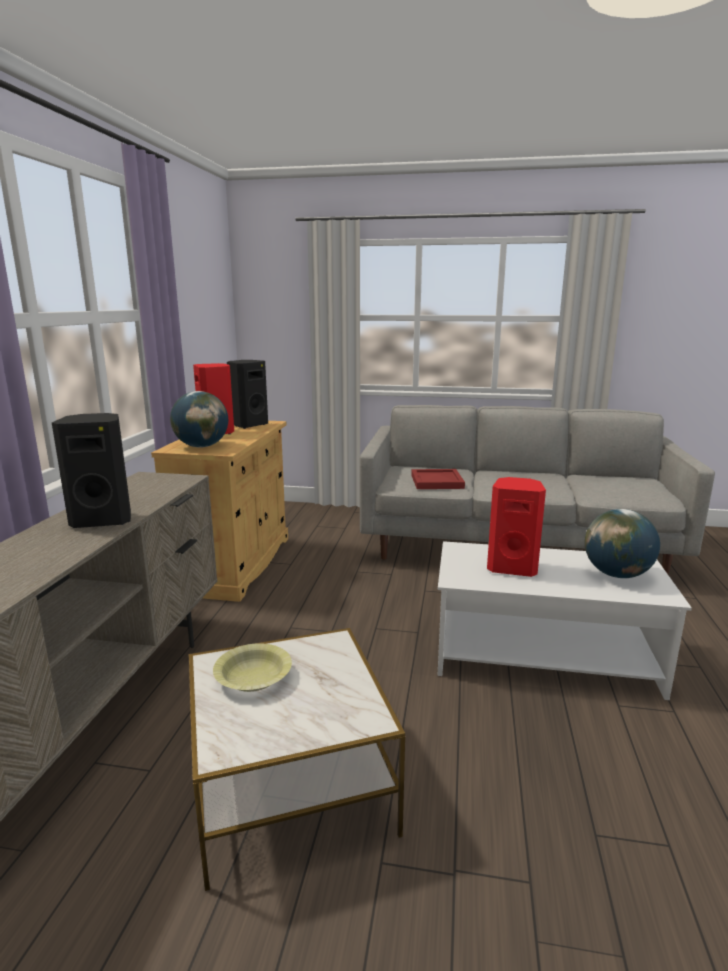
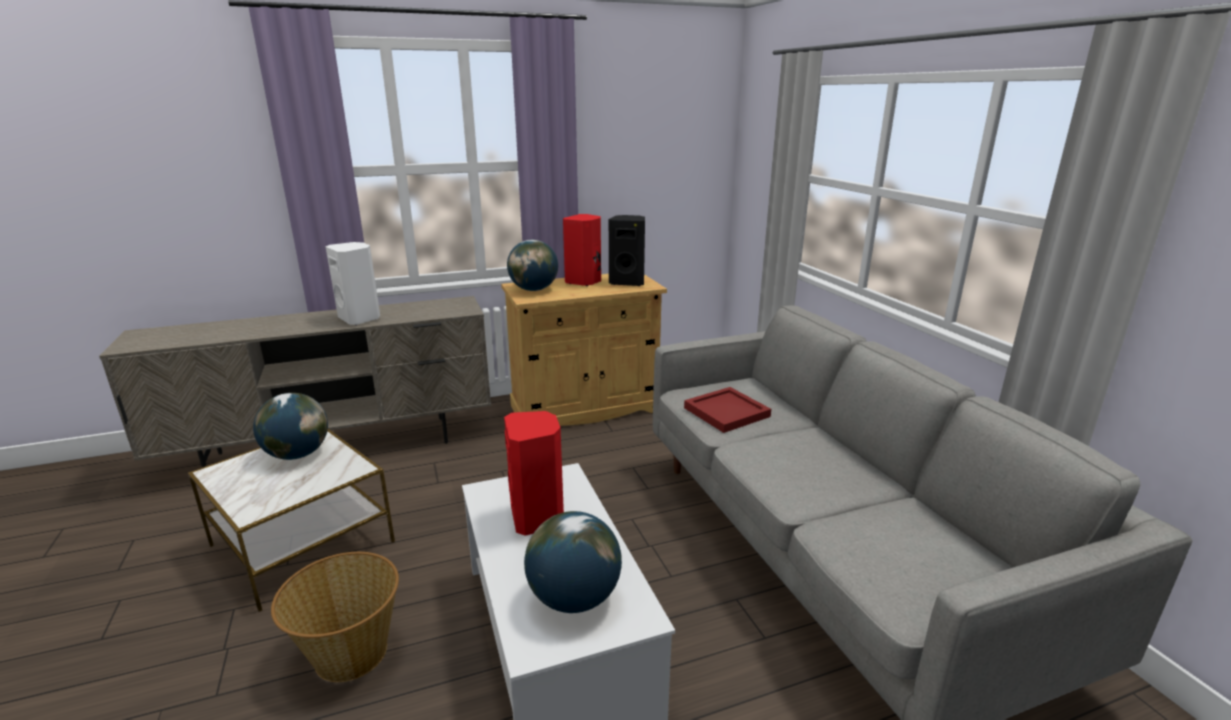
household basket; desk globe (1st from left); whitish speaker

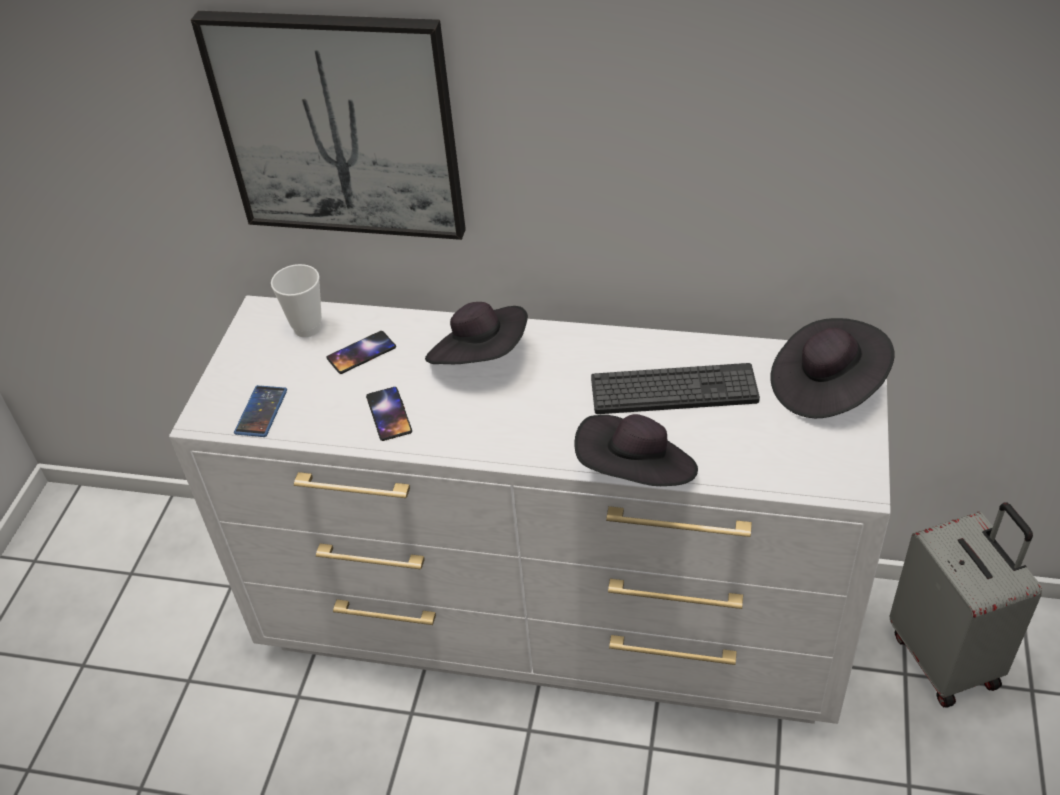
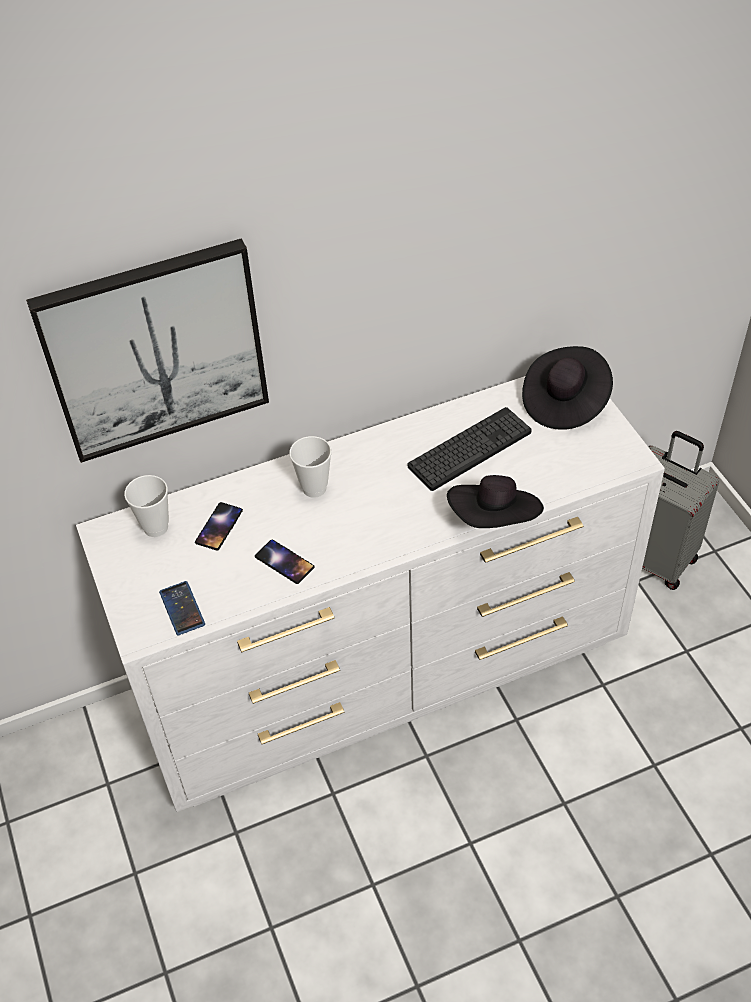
drinking cup (2nd from left)

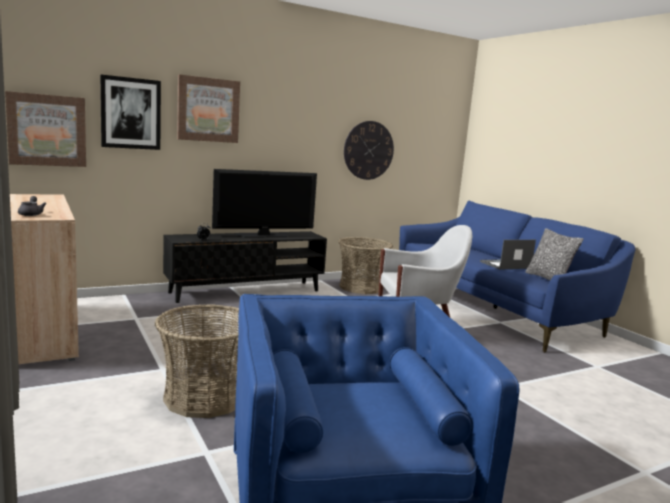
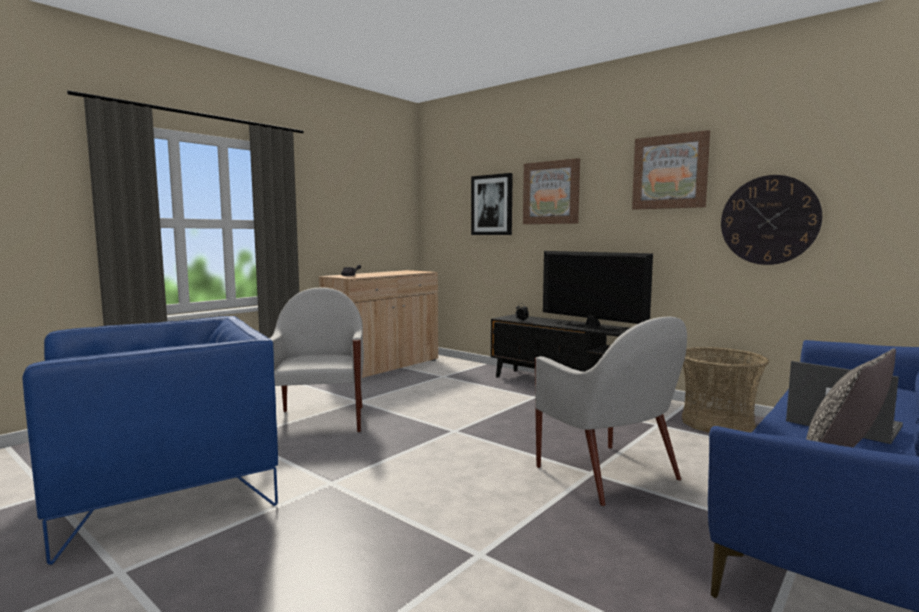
picture (3rd from left); whitish lounge chair (1st from left)

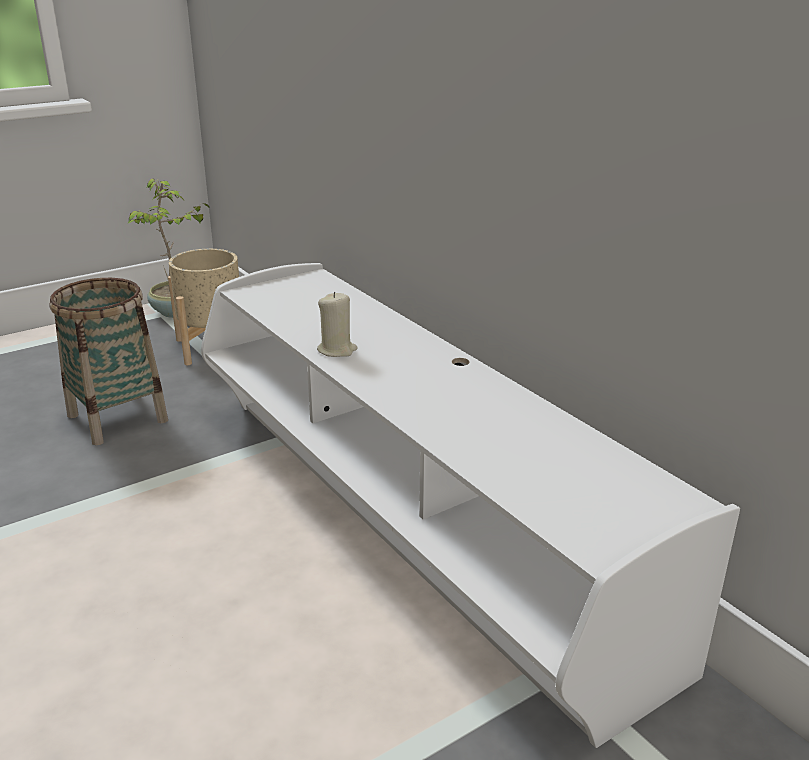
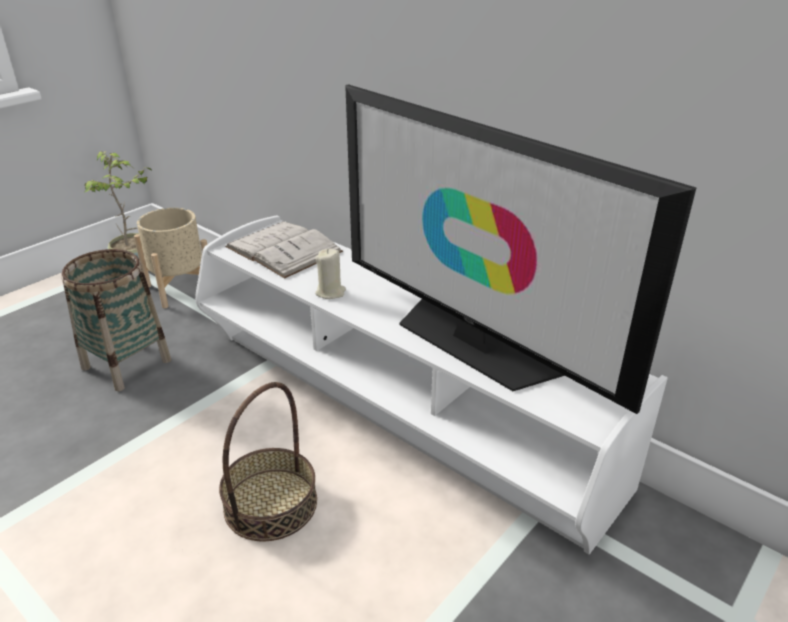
household basket (2nd from left); whitish book; television

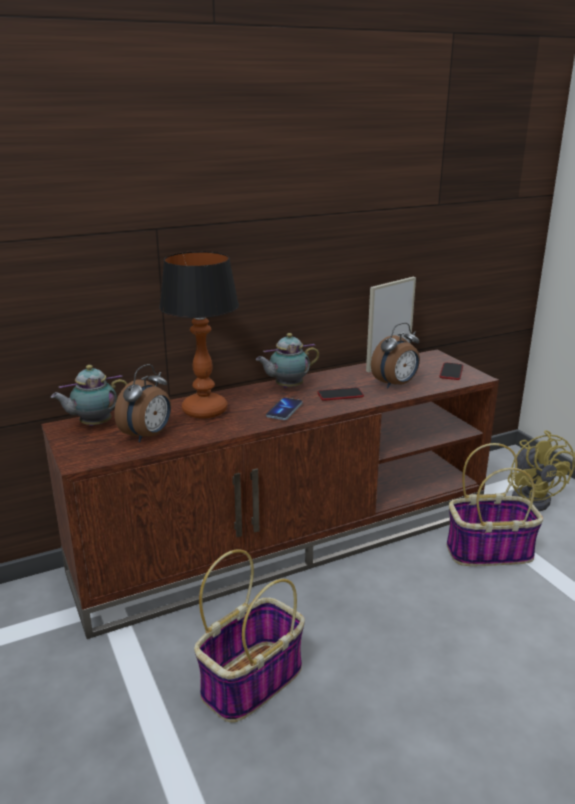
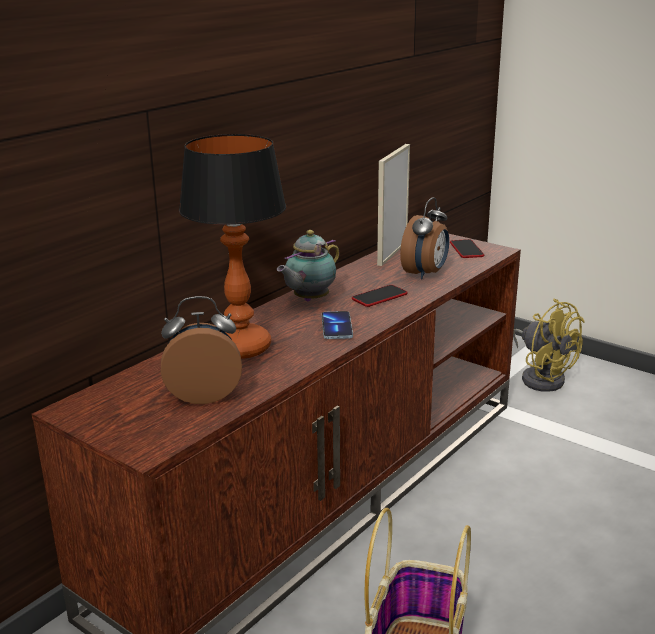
teapot (1st from left in the first image); household basket (2nd from left in the first image); table clock (1st from left)

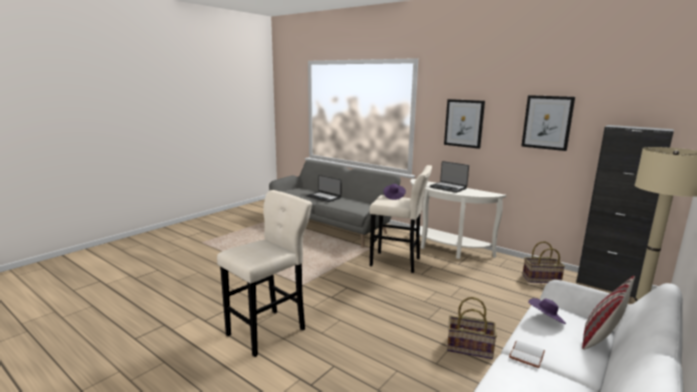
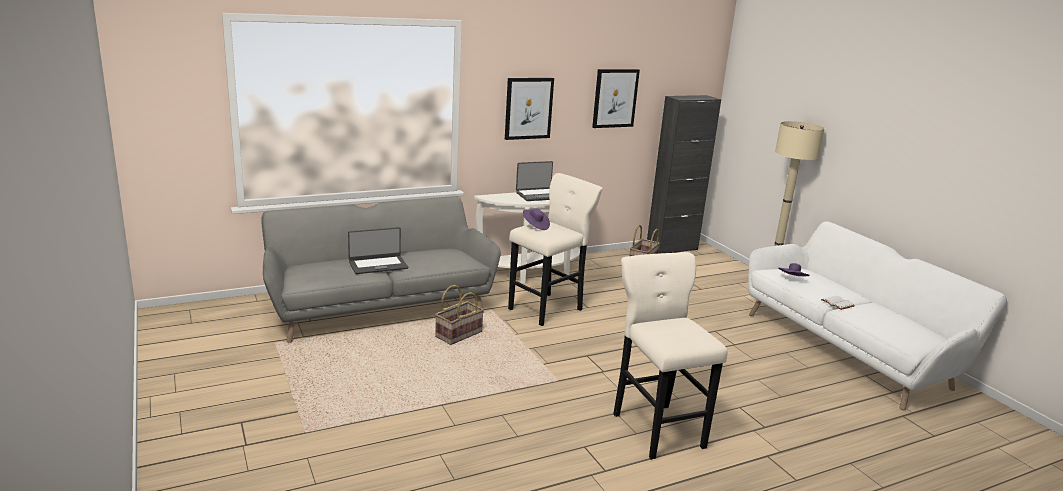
pillow; household basket (1st from left)

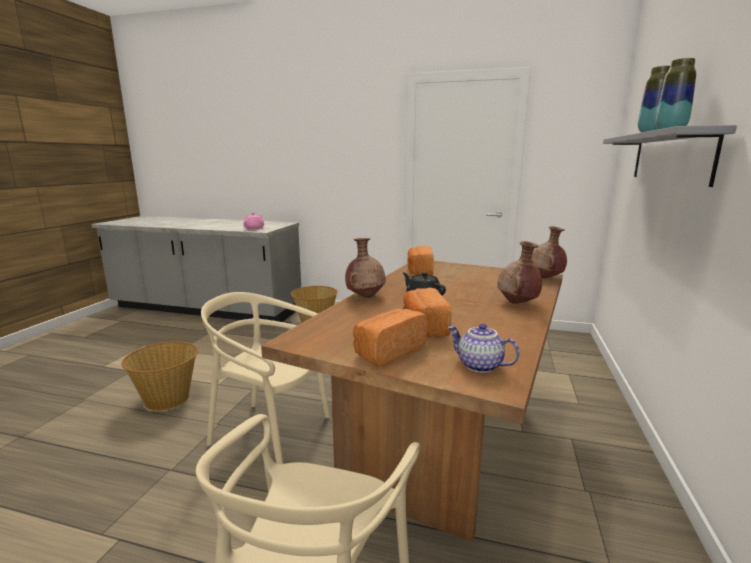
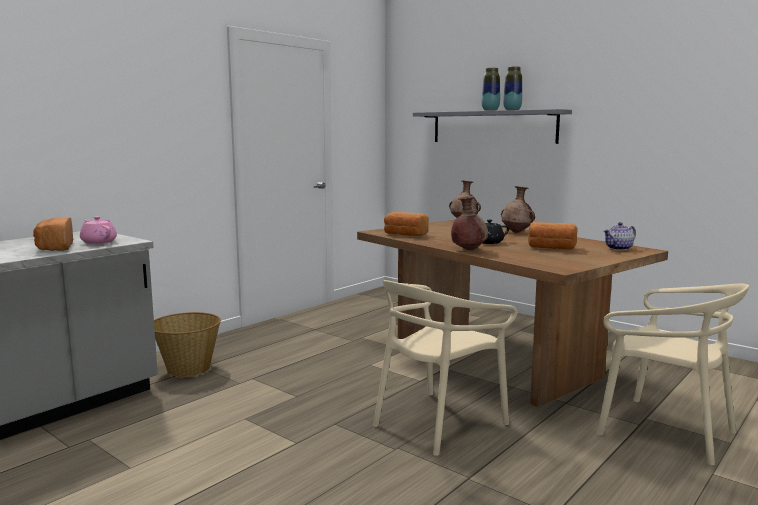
household basket (1st from left in the first image); bakery bread (1st from left)

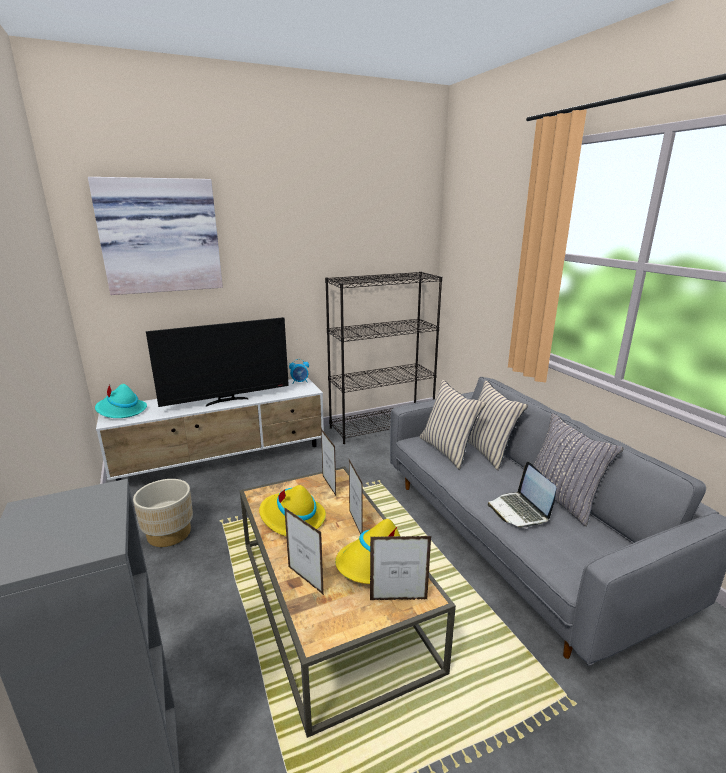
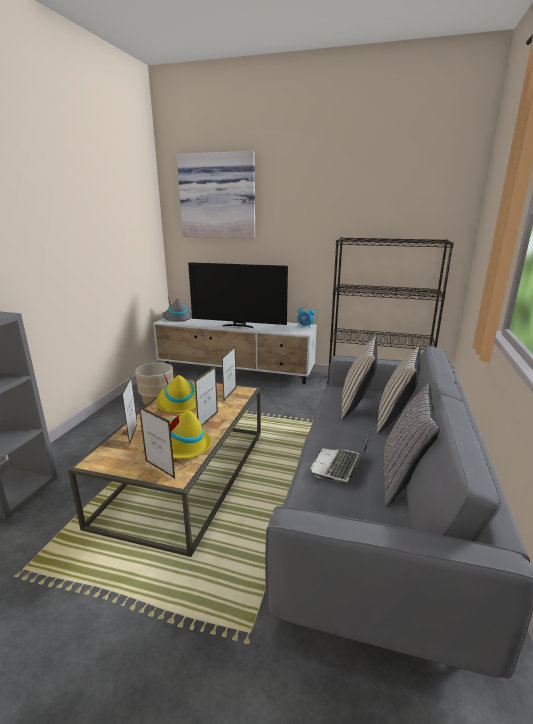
gray clothing hat

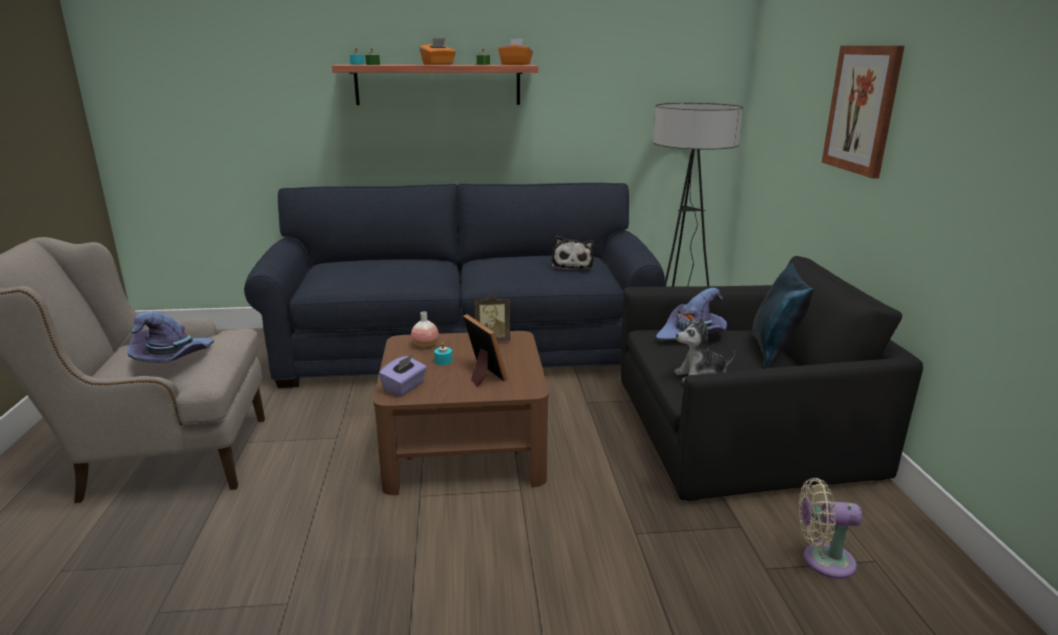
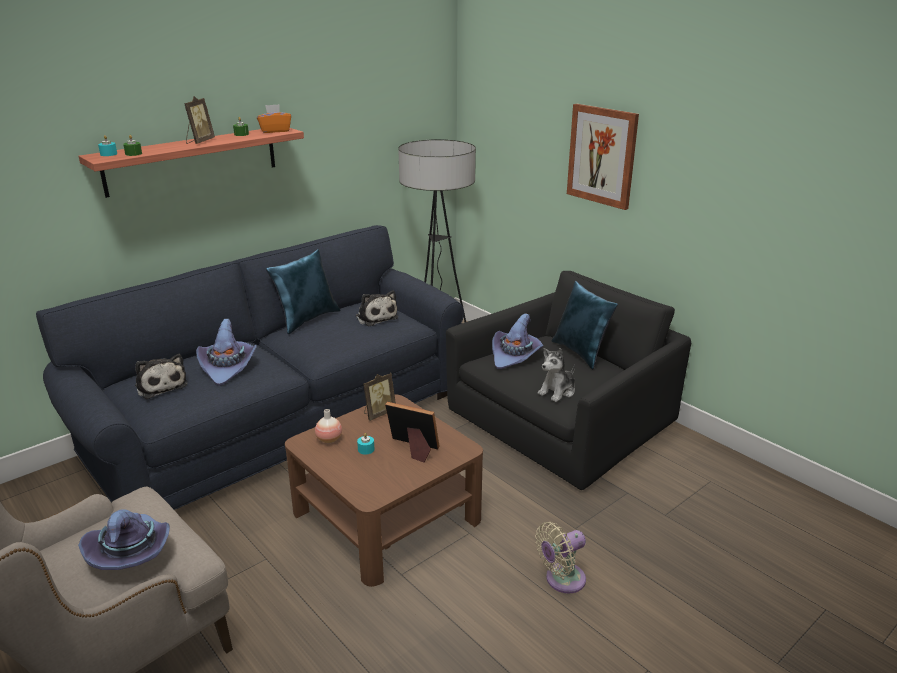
purple box of tissues; soft toy (1st from left); purple clothing hat (2nd from left); blue-coloured pillow (1st from left); beige fan; standing frame (1st from left)

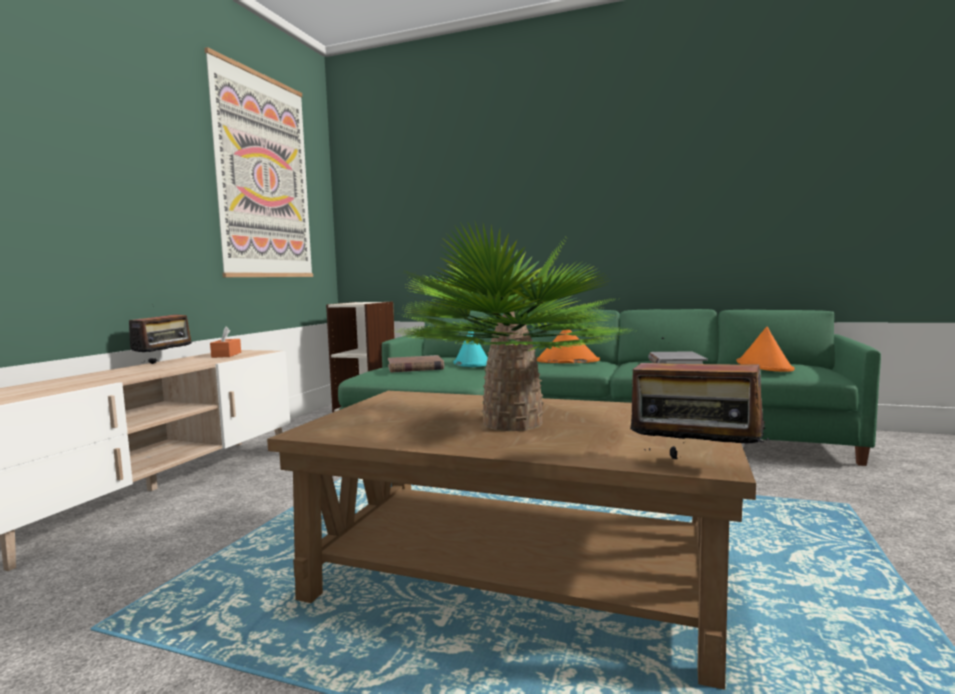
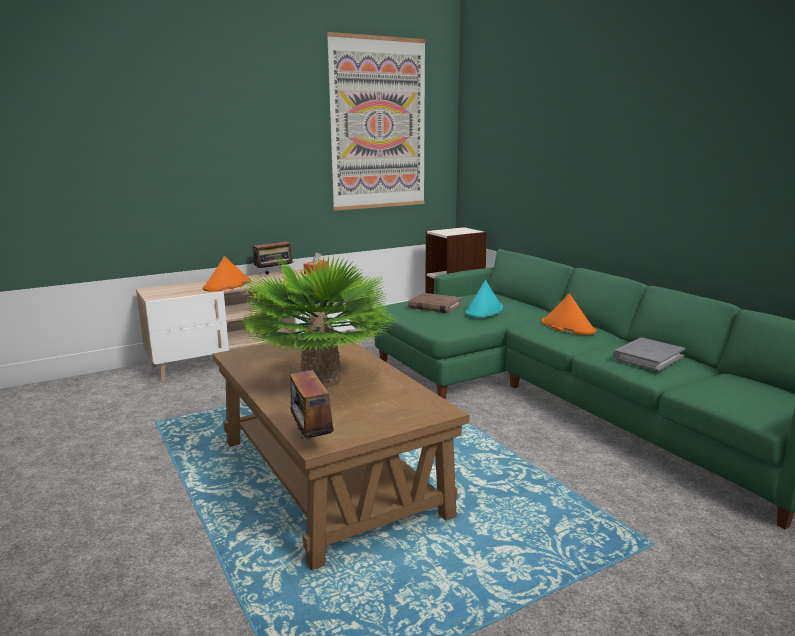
orange clothing hat (1st from left)

